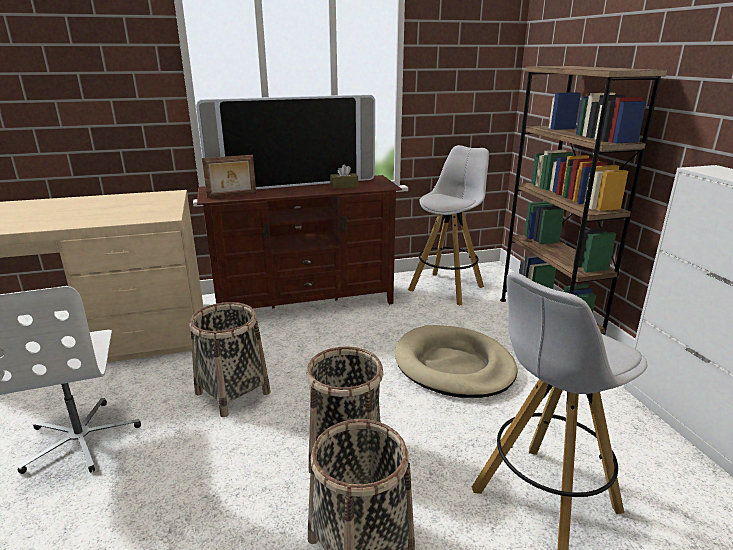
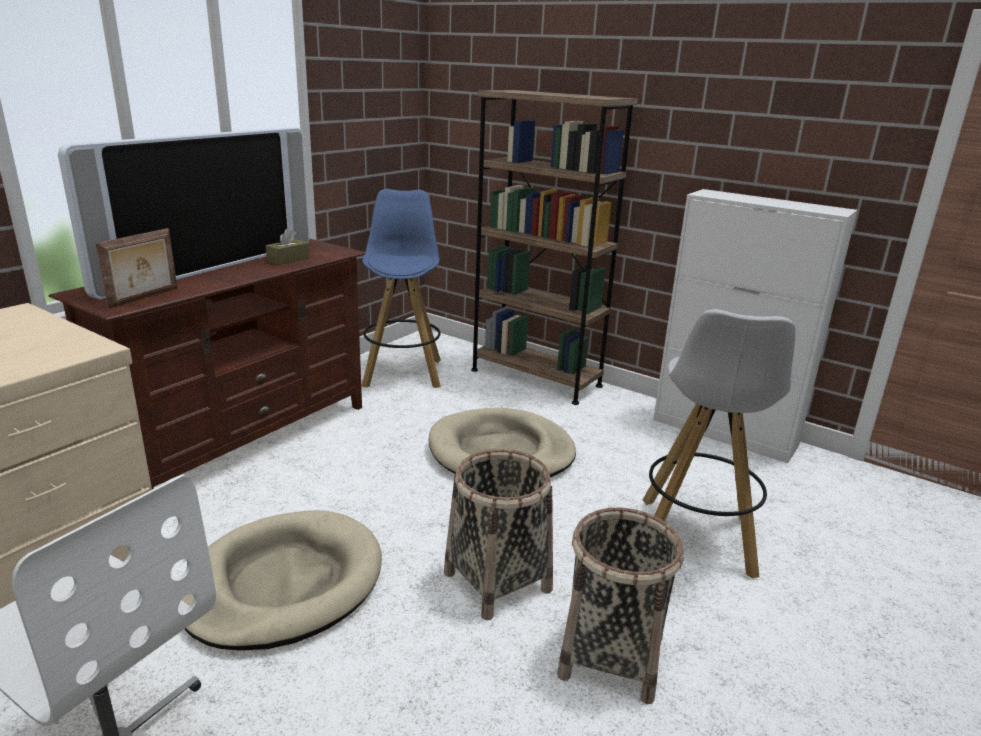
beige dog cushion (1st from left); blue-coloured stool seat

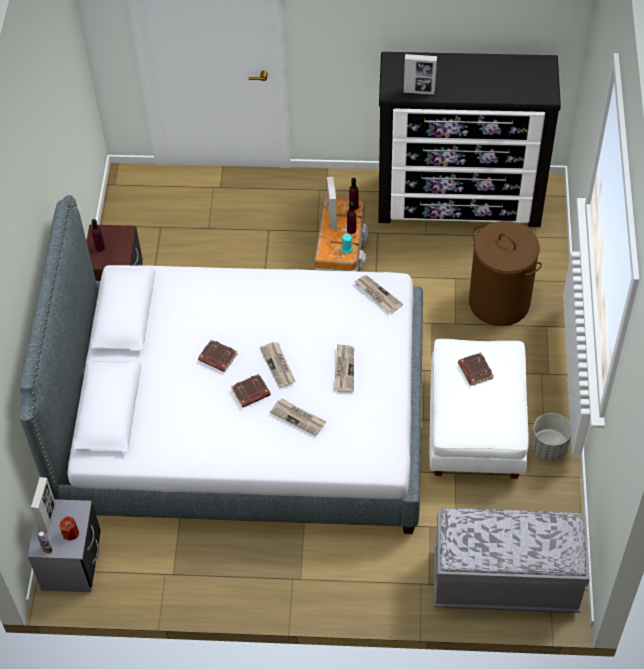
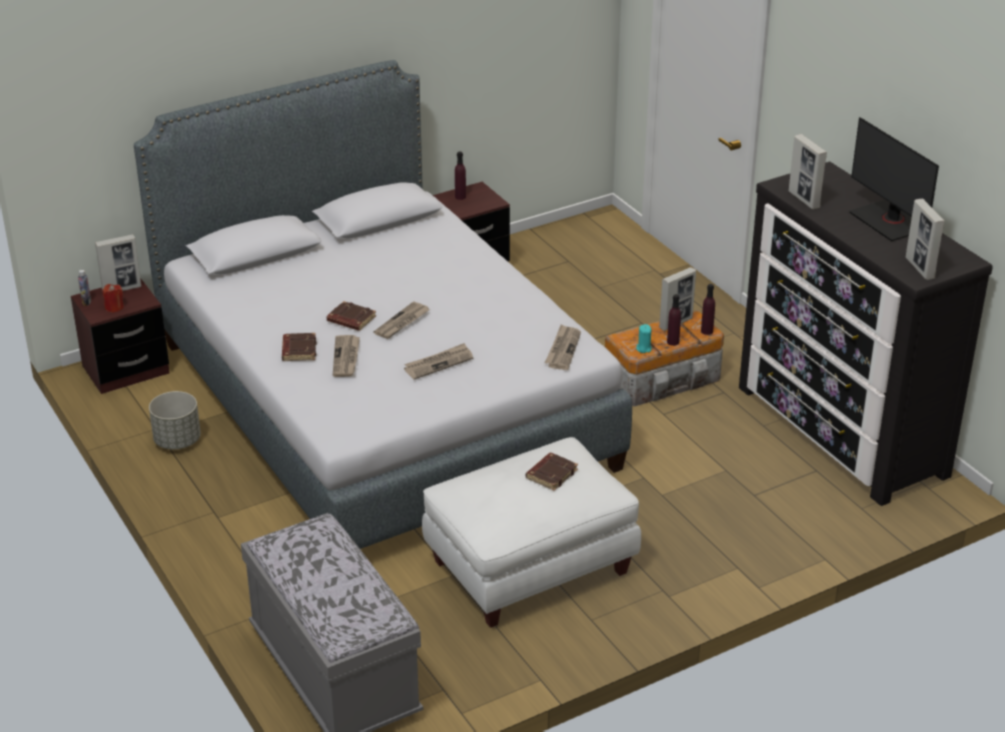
brownish washing basket; monitor; standing frame (4th from left); brownish book (1st from left); gray planter; brownish nightstand (1st from left)

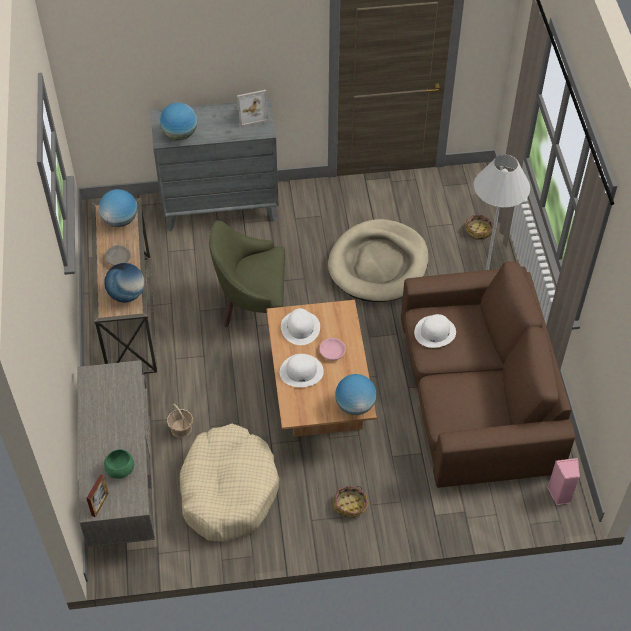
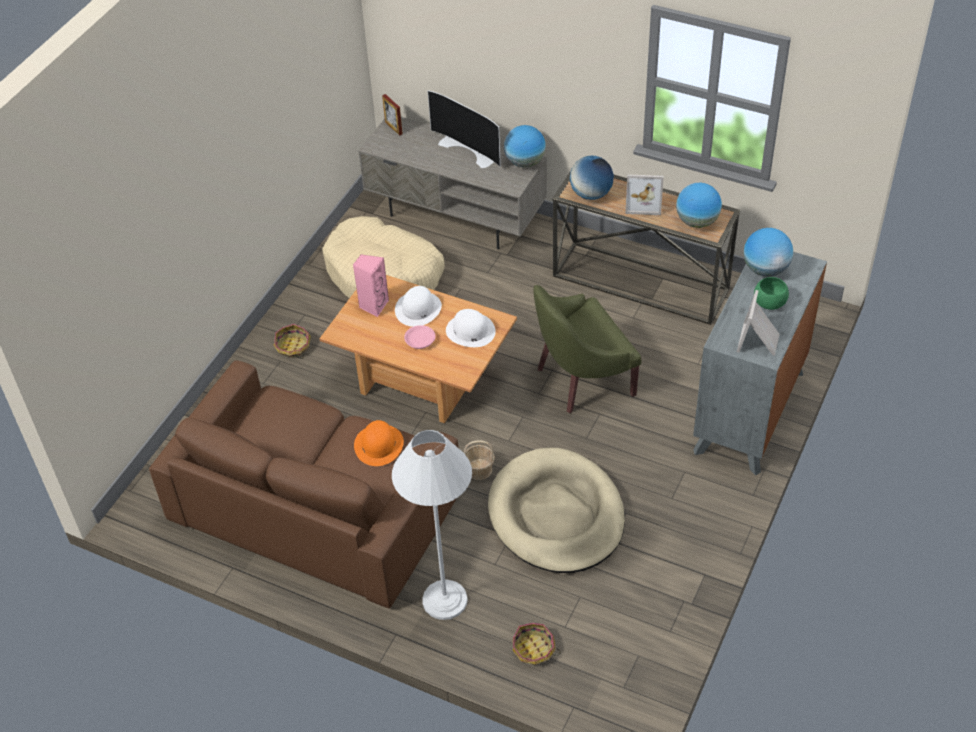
television; green serving bowl; household basket (2nd from left); desk globe (1st from left); pinkish speaker; standing frame (2nd from left); orange clothing hat; green lounge chair

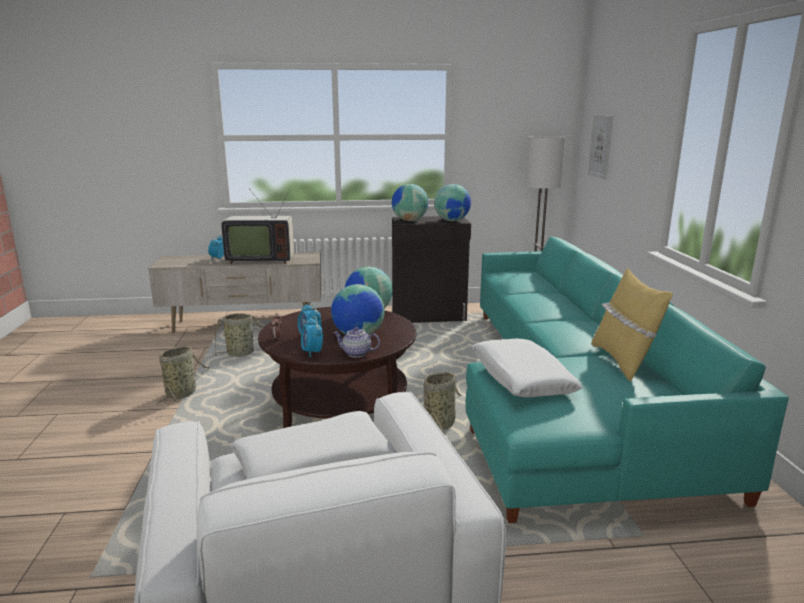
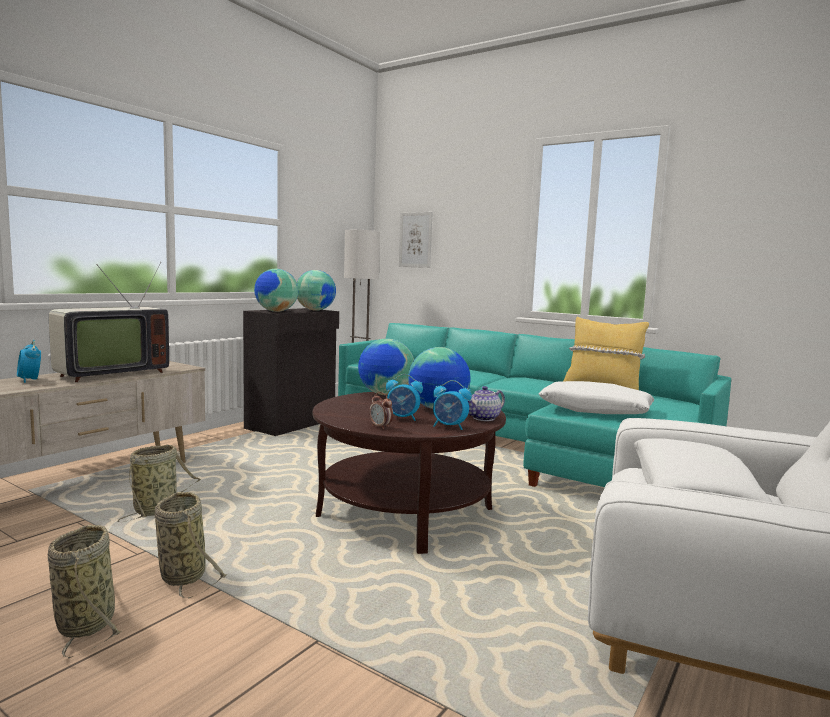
household basket (1st from left)

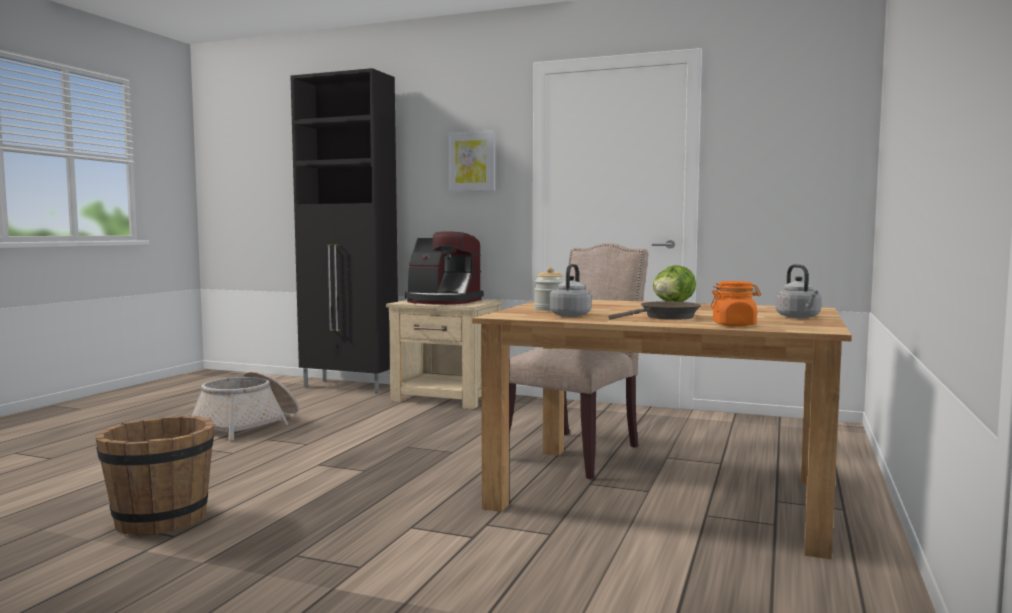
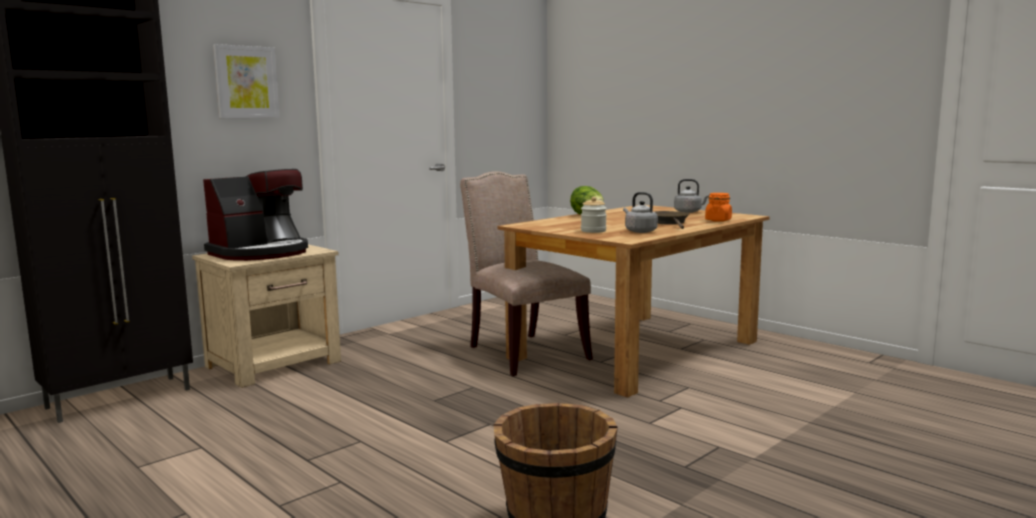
household basket

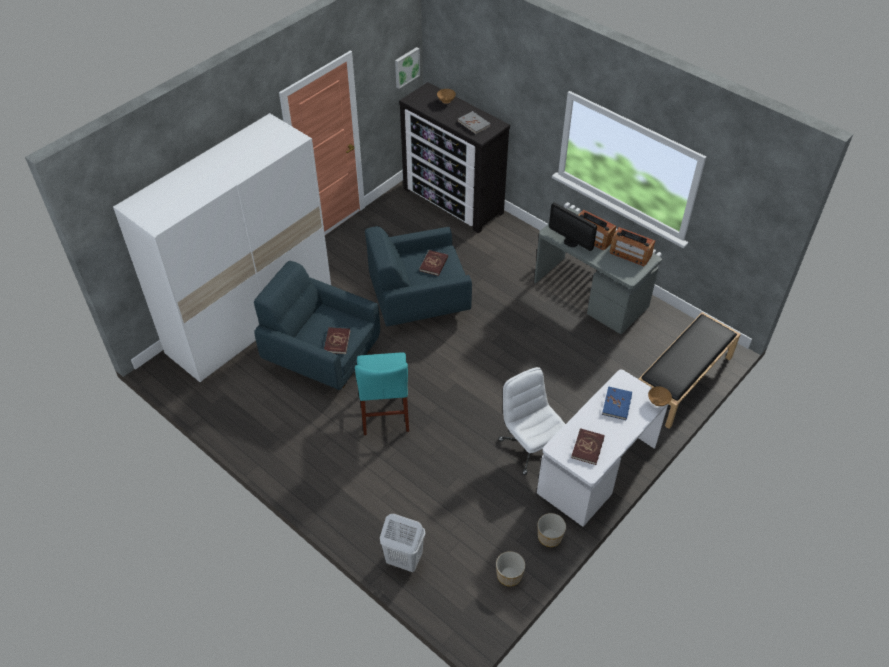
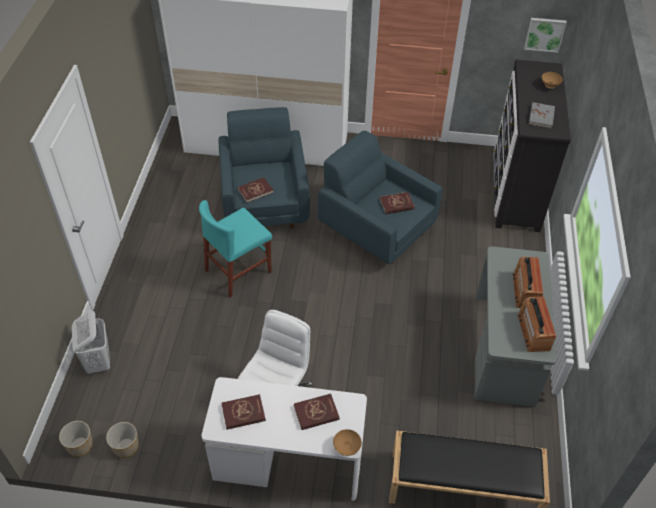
monitor; planter (1st from left); red book (3rd from left)

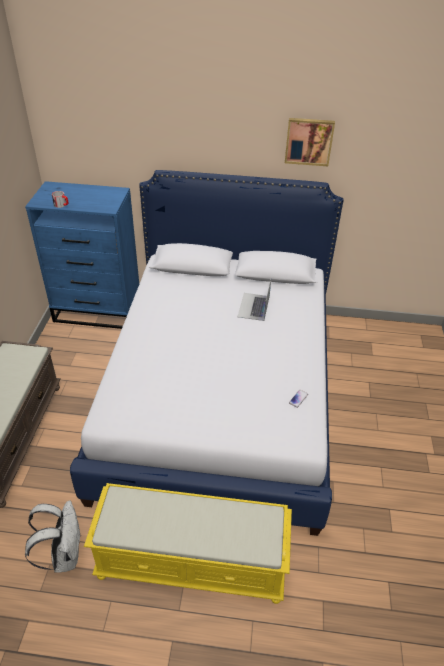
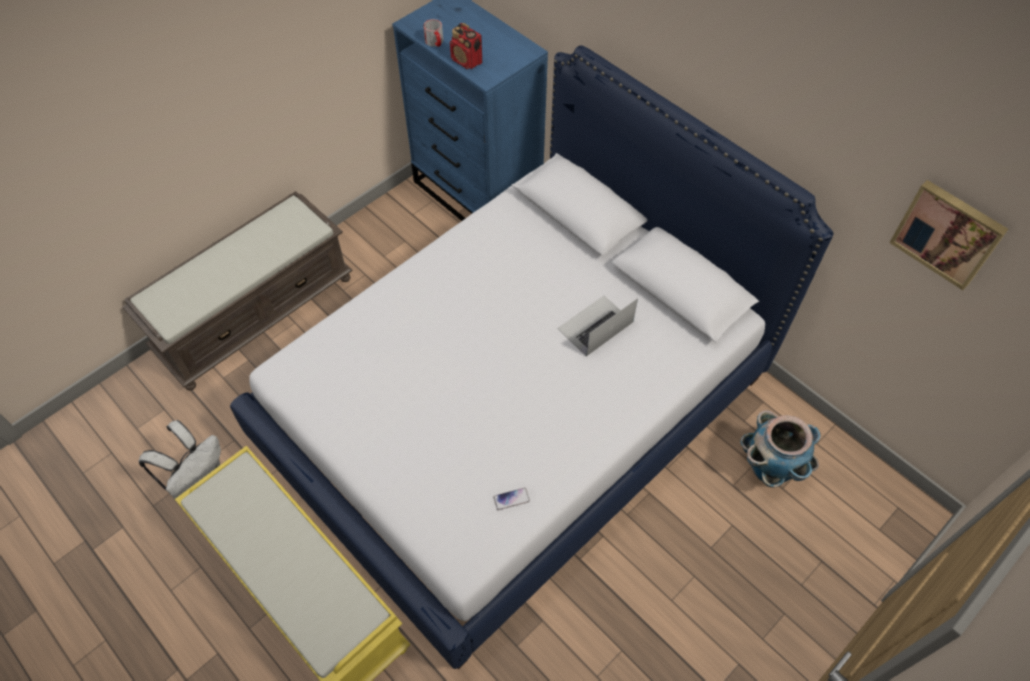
radio receiver; planter; picture

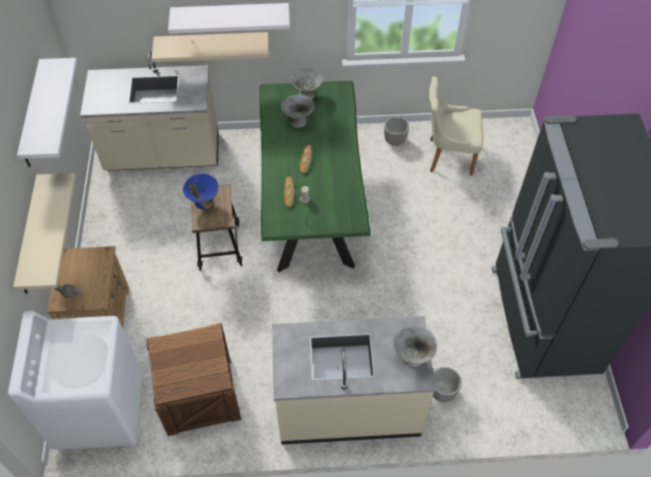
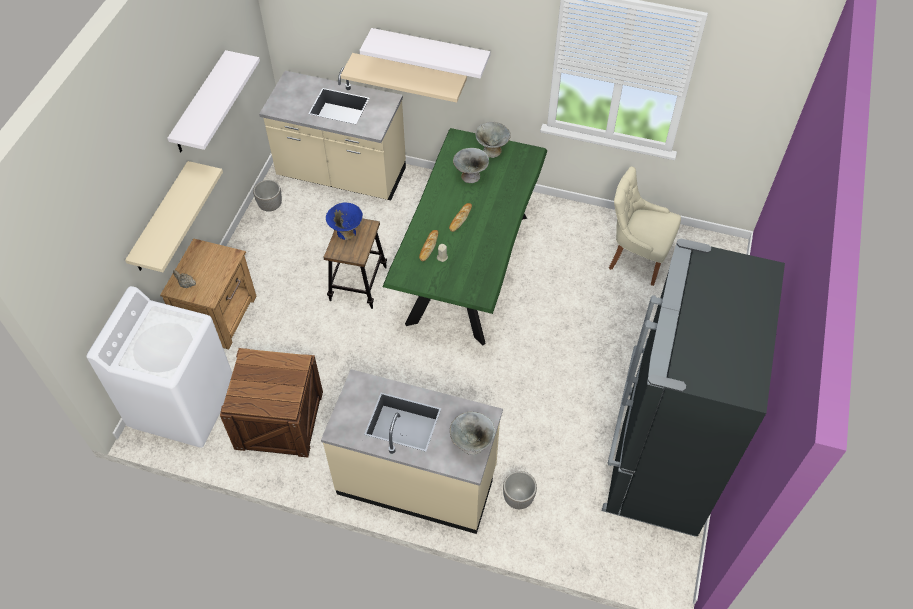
planter (1st from left)

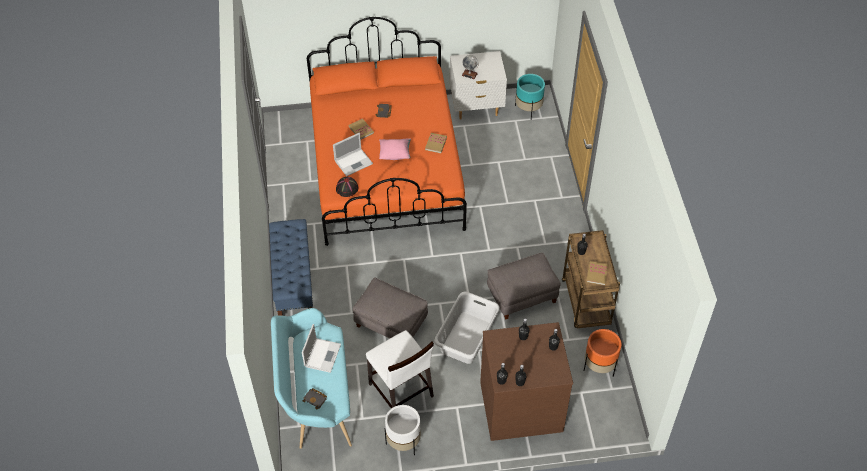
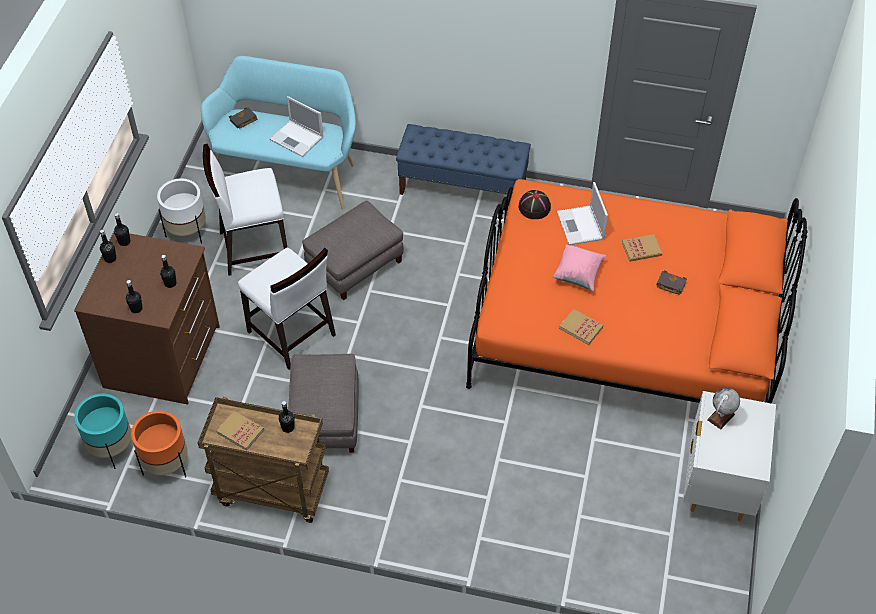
turquoise planter; whitish chair (2nd from left)

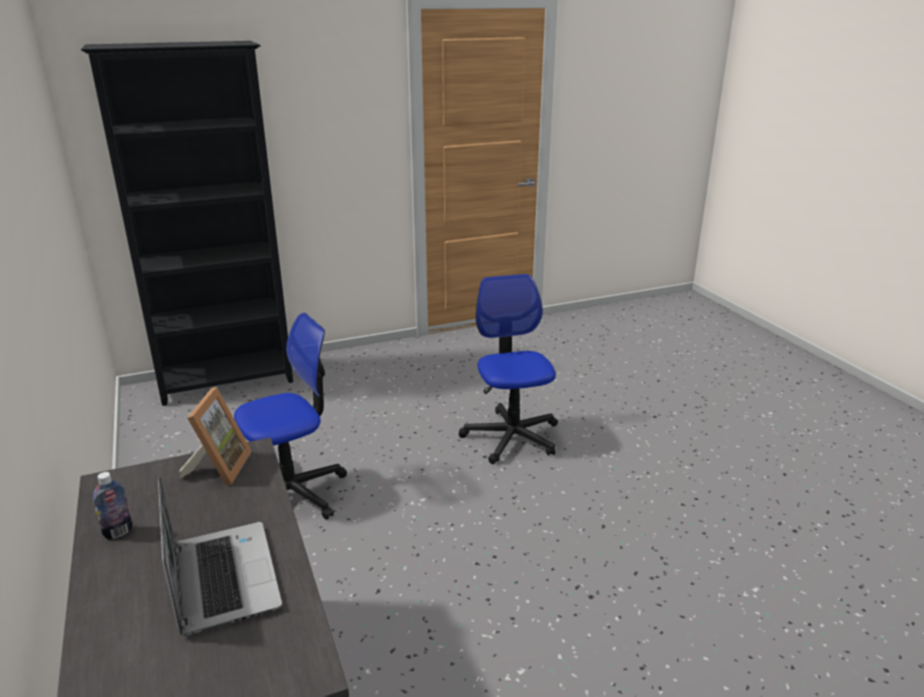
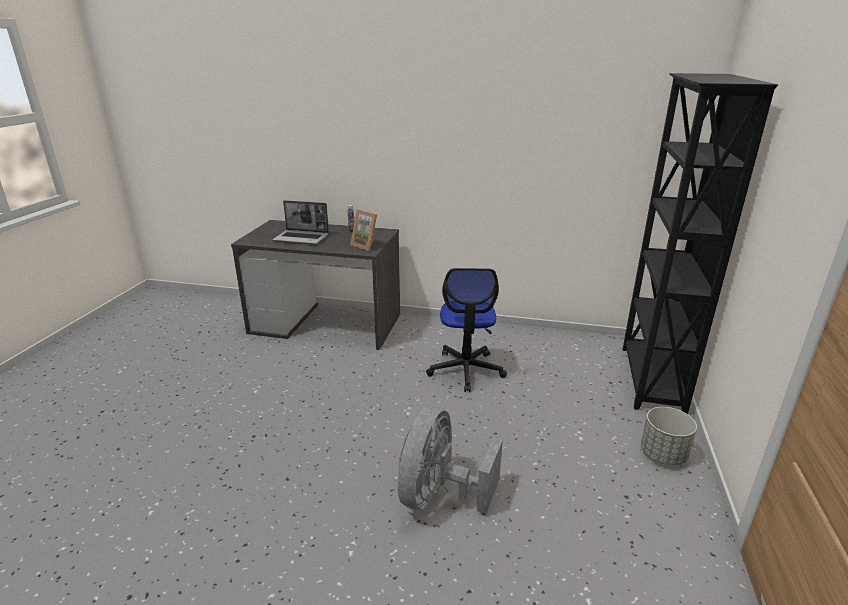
gray planter; gray fan

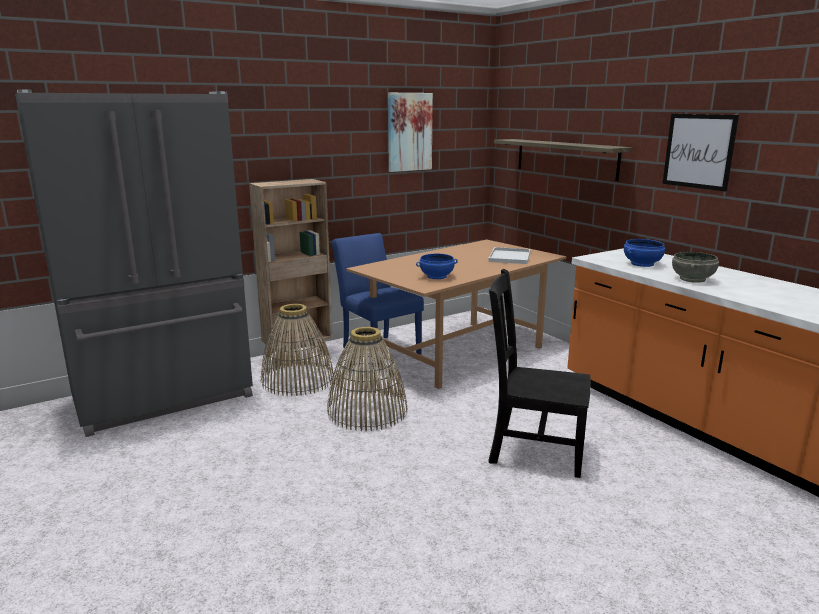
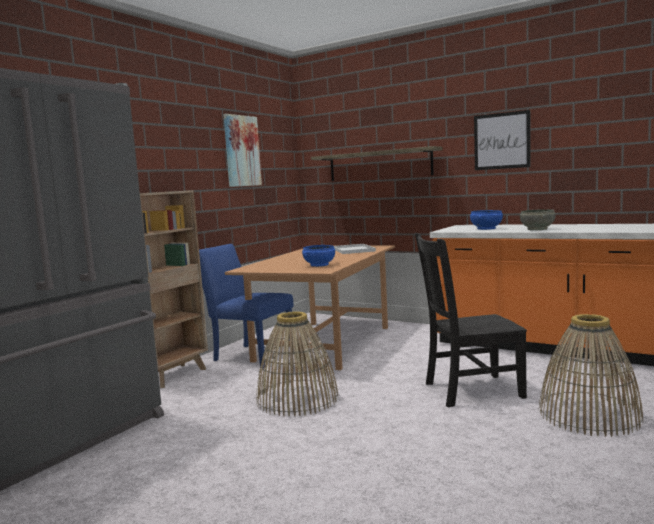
household basket (2nd from left)

